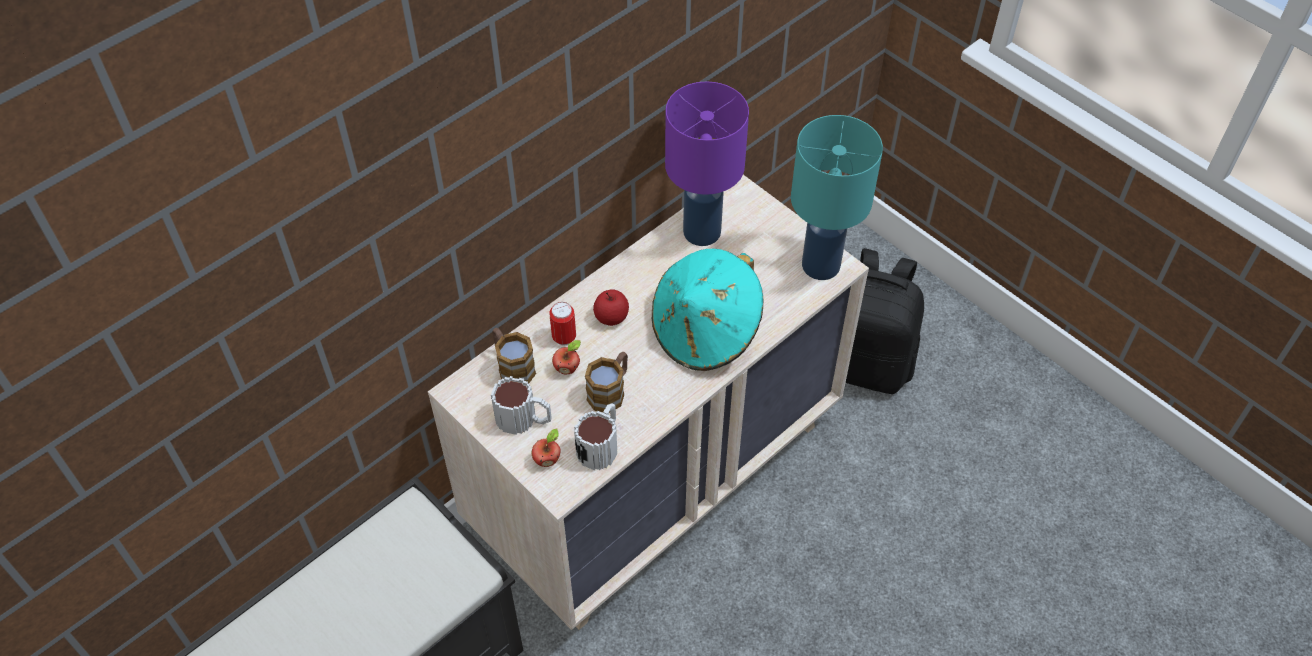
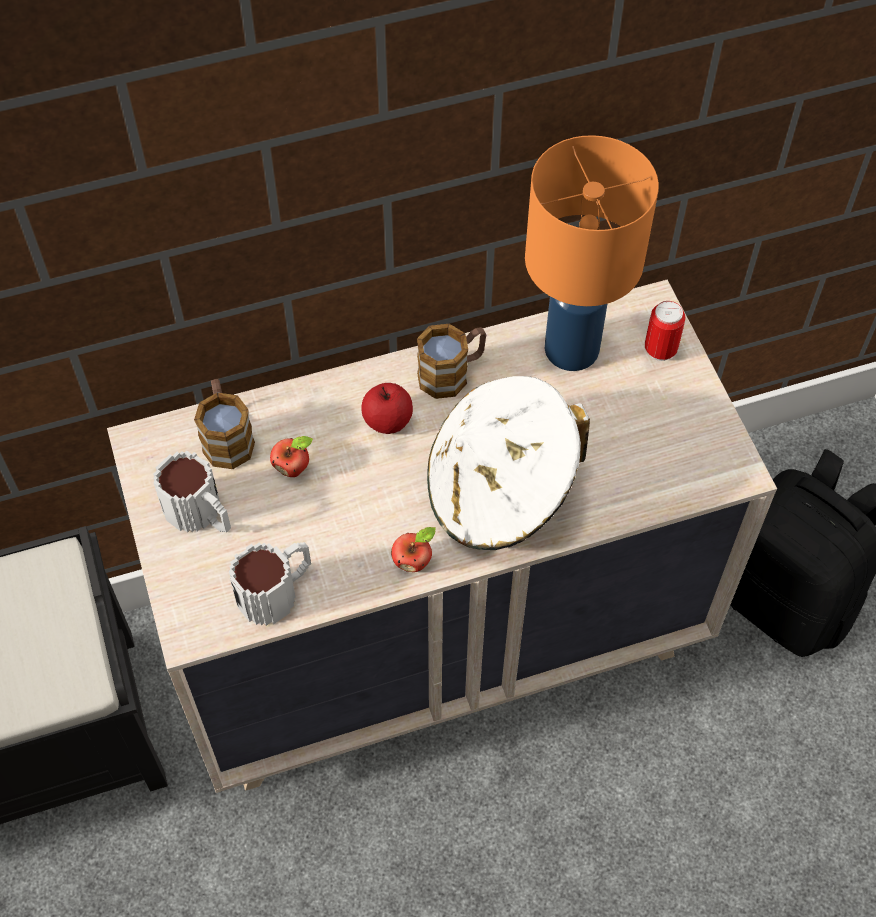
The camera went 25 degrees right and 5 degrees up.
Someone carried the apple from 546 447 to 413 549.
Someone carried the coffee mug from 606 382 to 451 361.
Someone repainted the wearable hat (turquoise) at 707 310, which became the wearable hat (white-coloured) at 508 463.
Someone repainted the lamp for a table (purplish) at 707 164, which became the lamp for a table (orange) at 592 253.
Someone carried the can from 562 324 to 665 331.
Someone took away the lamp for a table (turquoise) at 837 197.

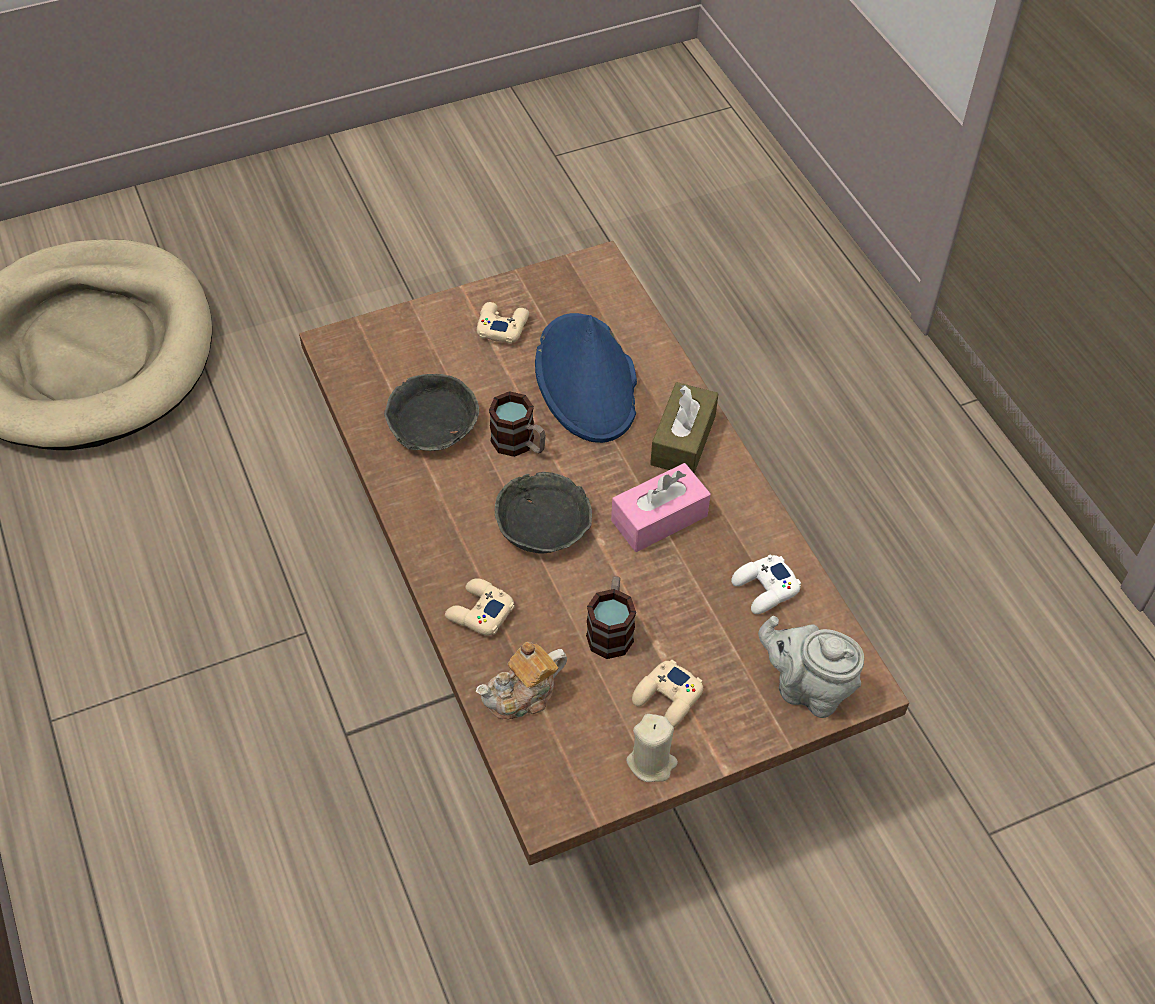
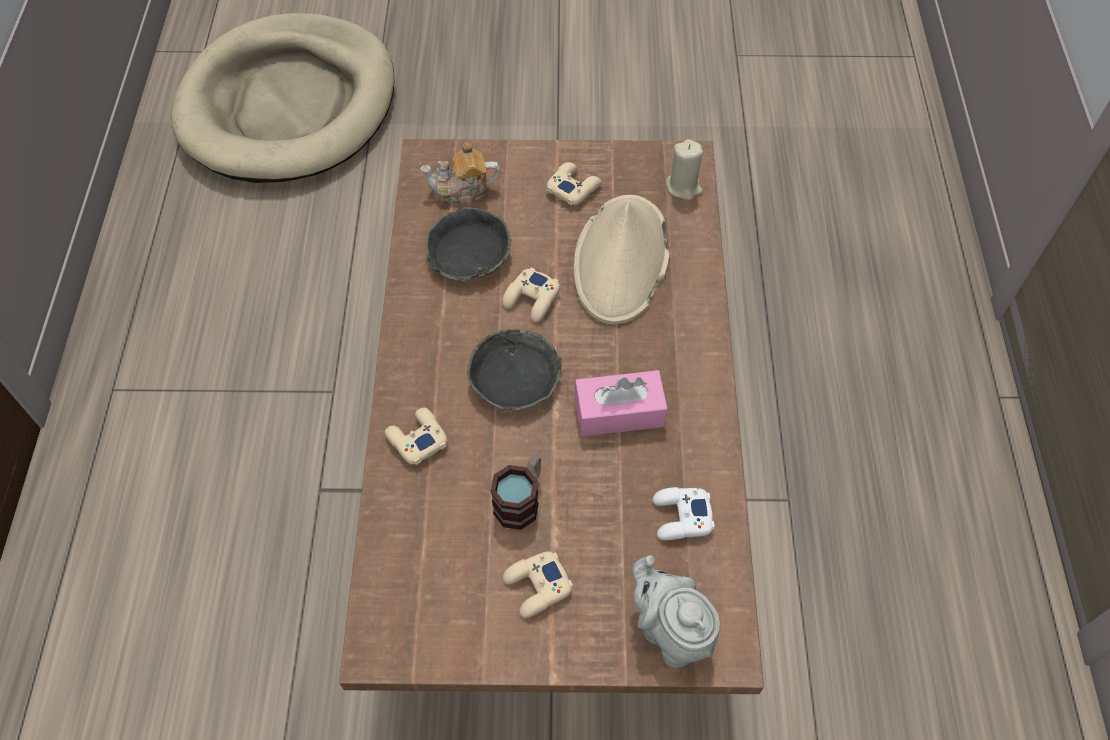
The camera went 25 degrees right and 5 degrees up.
Someone carried the teapot from 521 680 to 460 174.
Someone swapped the coffee mug at 517 424 for the joypad (beige-coloured) at 531 294.
Someone repainted the wearable hat (blue) at 586 378, which became the wearable hat (beige-coloured) at 621 259.
Someone carried the candle (beige-coloured) from 652 748 to 684 169.
Someone took away the tissue box (brown-coloured) at 684 428.

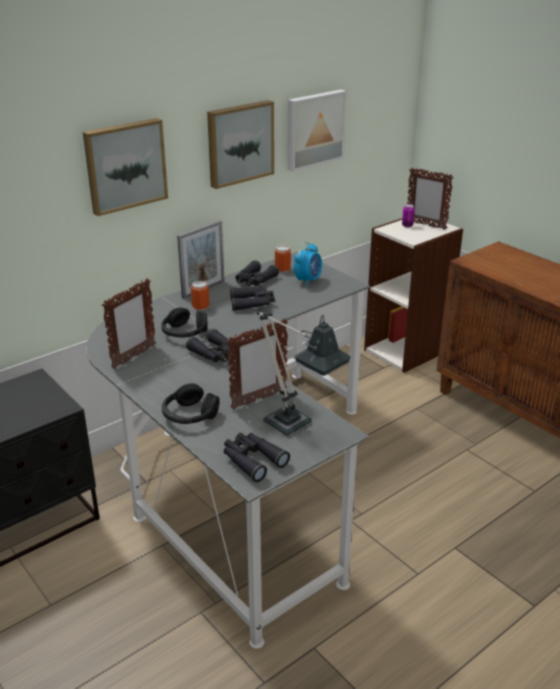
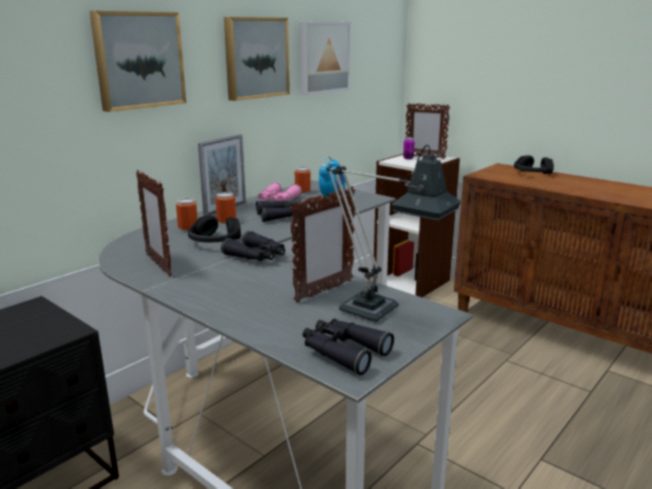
The camera went 10 degrees left and 10 degrees down.
Someone rotated the picture frame at 129 323 by 120 degrees clockwise.
Someone put down the can at 187 214.
Someone repainted the pair of binoculars (blackish) at 257 273, which became the pair of binoculars (pink-coloured) at 280 191.
Someone carried the headset (blackish) from 191 403 to 534 164.

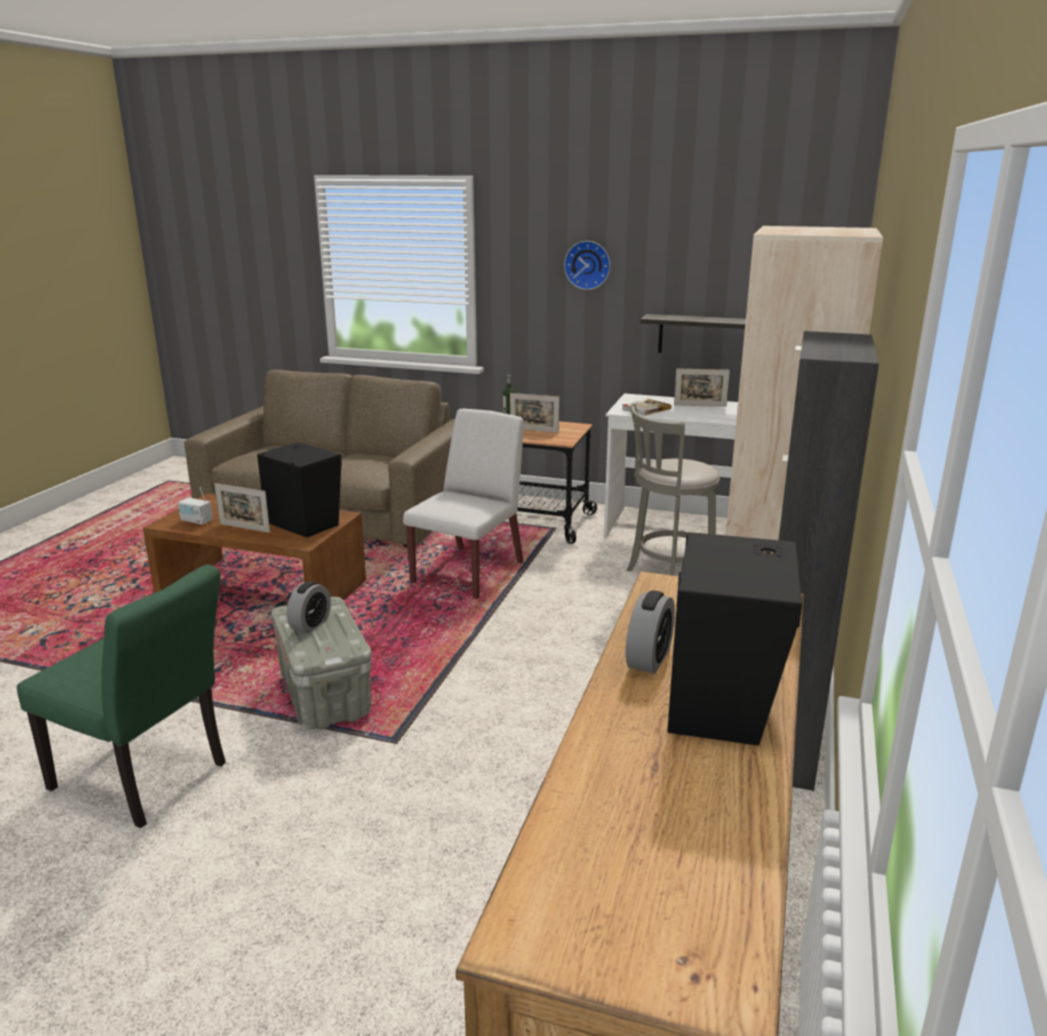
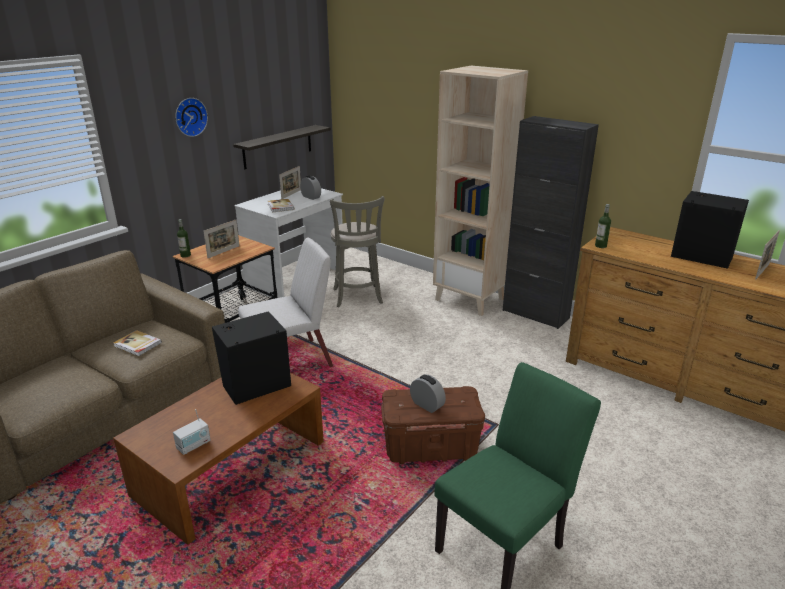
The camera went 70 degrees left and 5 degrees up.
Someone put down the bound book at 138 343.
Someone rotated the chair (white-coloured) at 463 504 by 105 degrees clockwise.
Someone carried the bedside clock from 650 632 to 310 188.
Someone repainted the storage container (greyish) at 321 663, which became the storage container (brown-coloured) at 433 425.
Someone put down the bottle at 603 226.
Someone carried the picture frame from 242 508 to 767 254.

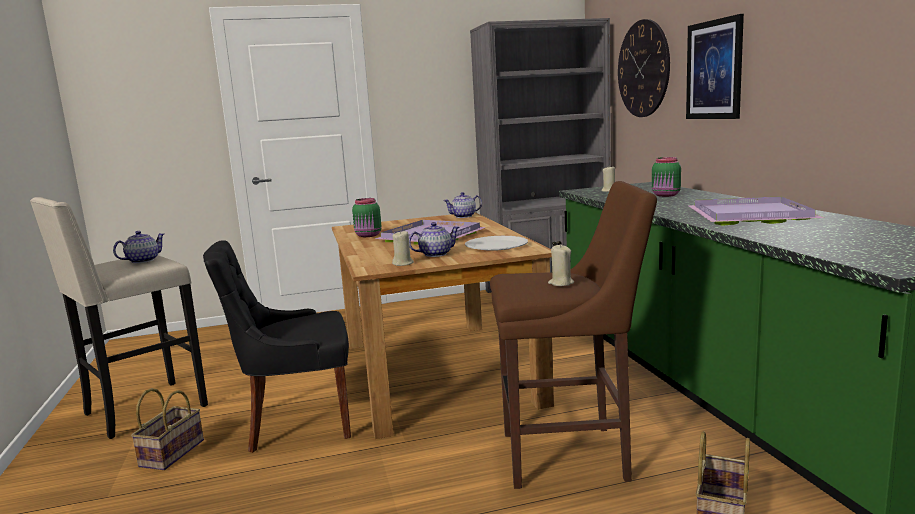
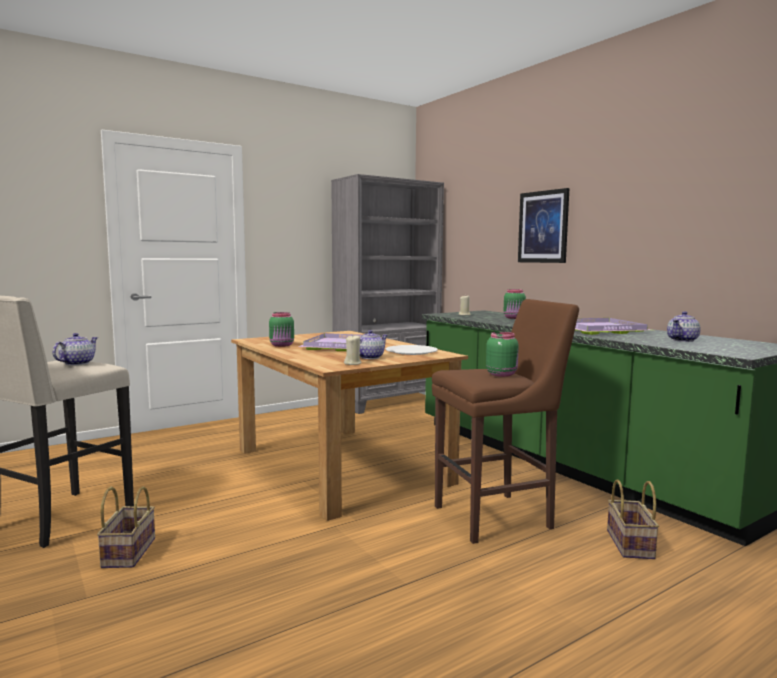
The camera went 20 degrees left and 5 degrees down.
Someone swapped the candle (beige-coloured) at 561 265 for the storage jar (green-coloured) at 502 354.
Someone carried the teapot from 462 205 to 684 326.
Someone took away the chair (blackish) at 277 346.
Someone took away the wall clock at 644 68.

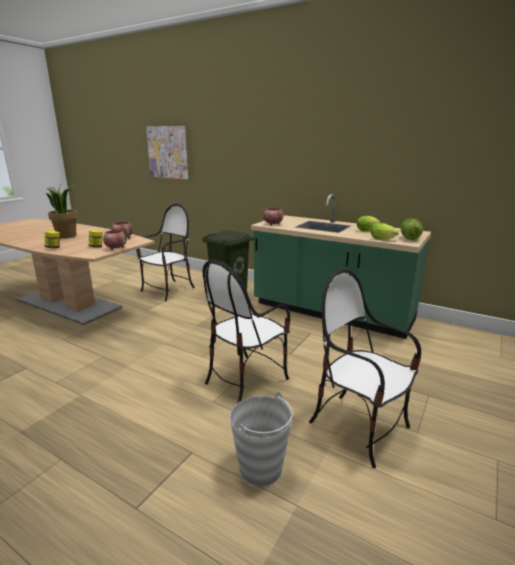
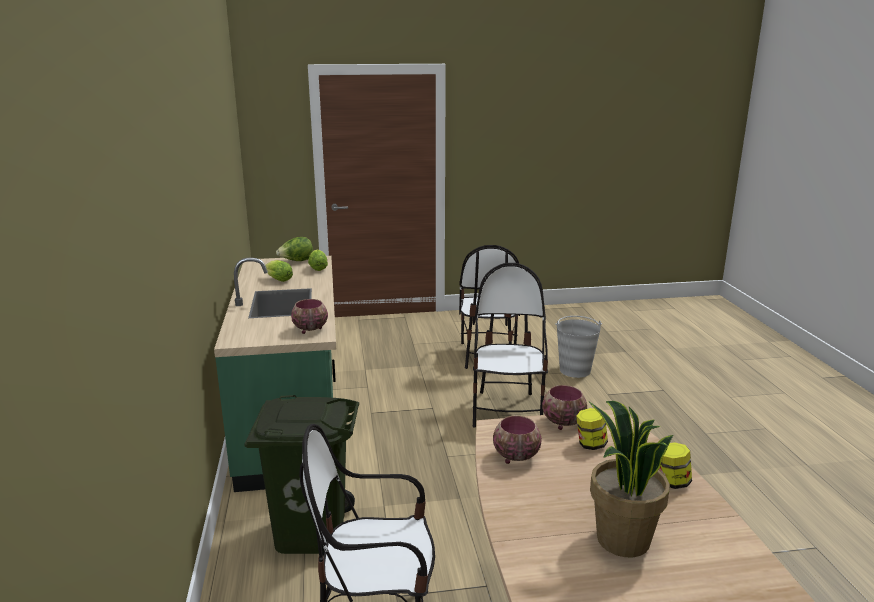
The camera went 130 degrees left and 0 degrees up.
Someone rotated the chair at 246 331 by 90 degrees counterclockwise.
Someone took away the picture at 167 152.

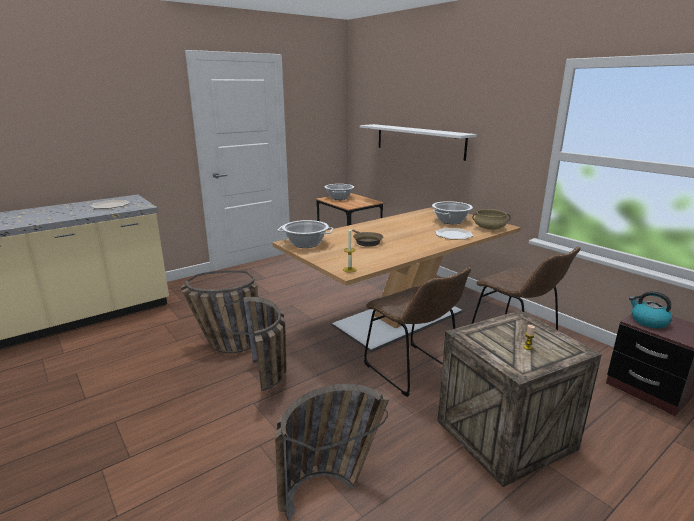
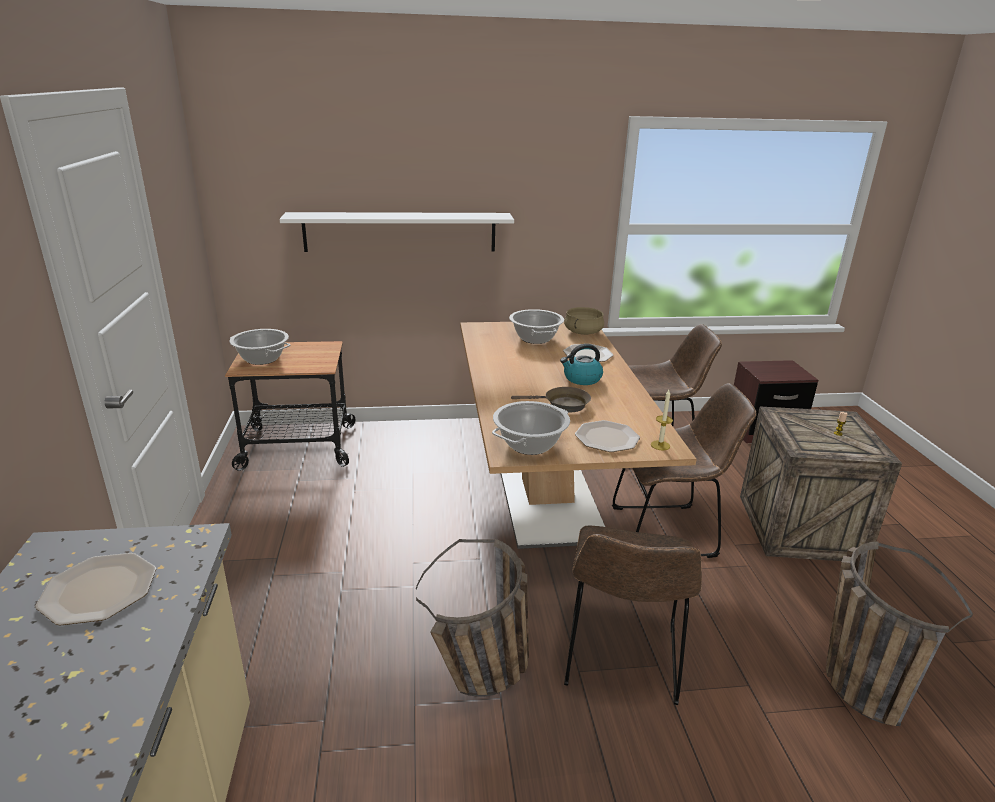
The camera went 60 degrees left and 5 degrees up.
Someone carried the tea kettle from 650 309 to 581 364.
Someone swapped the household basket at 254 344 for the chair (brown-coloured) at 633 615.
Someone put down the flat dish at 607 436.

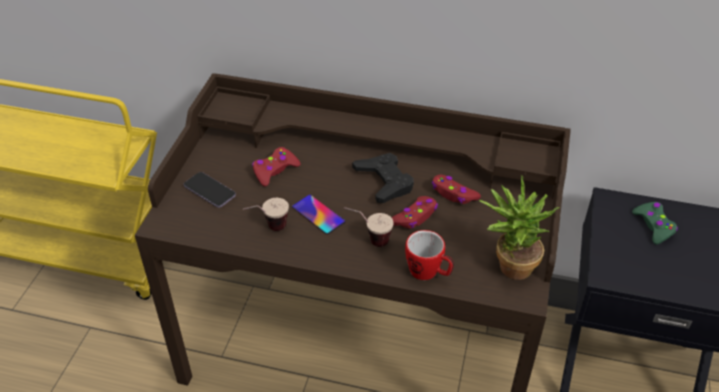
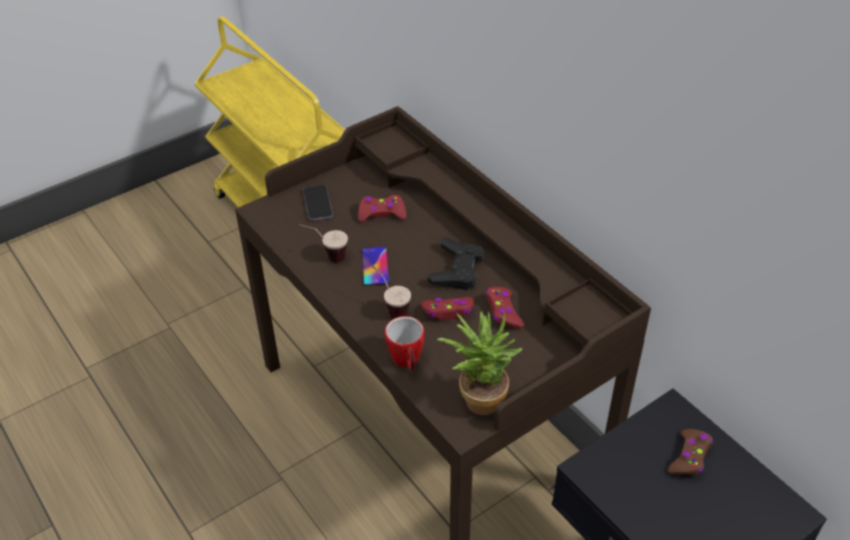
The camera went 40 degrees right and 0 degrees up.
Someone repainted the joypad (green-coloured) at 655 223, which became the joypad (brown-coloured) at 690 452.

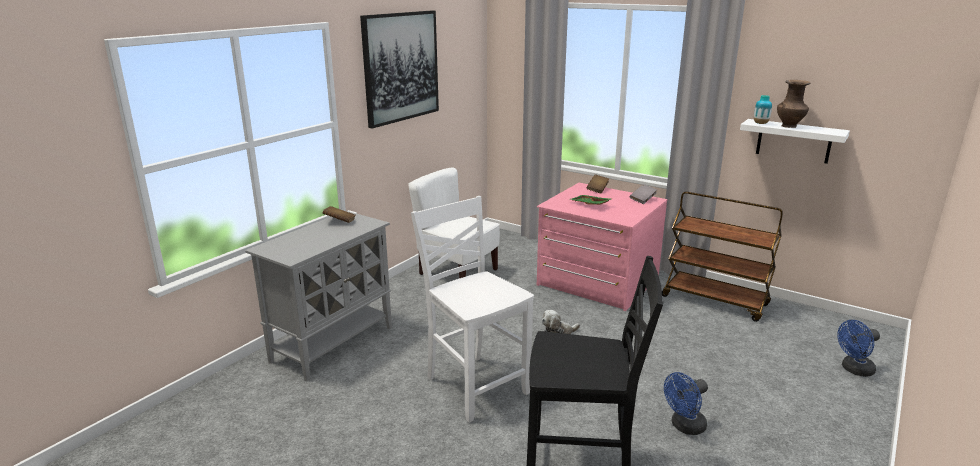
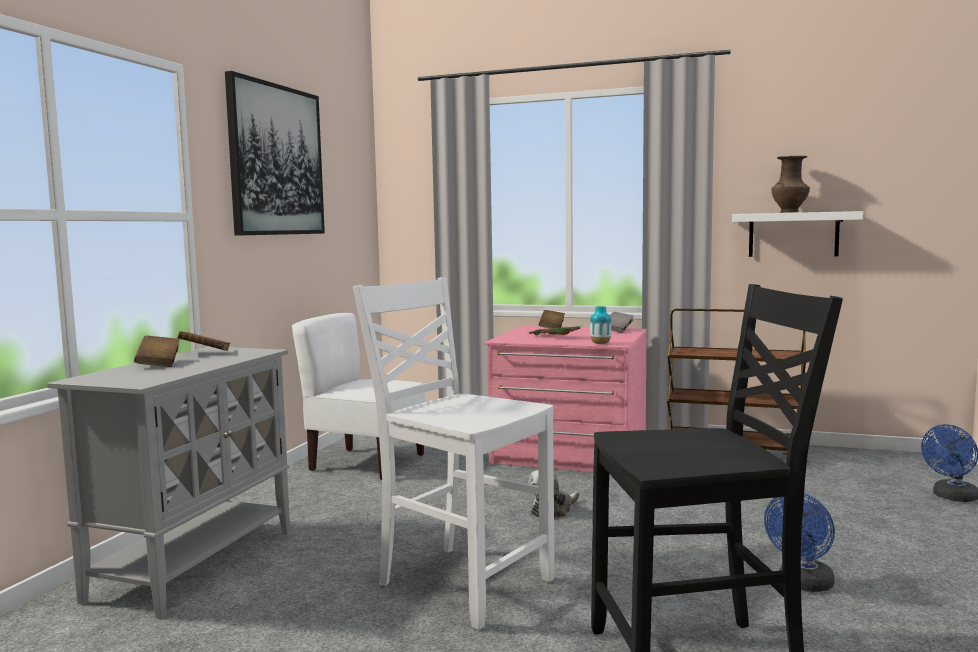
The camera went 15 degrees left and 15 degrees down.
Someone put down the bound book (brown-coloured) at 157 351.
Someone carried the decorative vase from 763 109 to 600 325.

